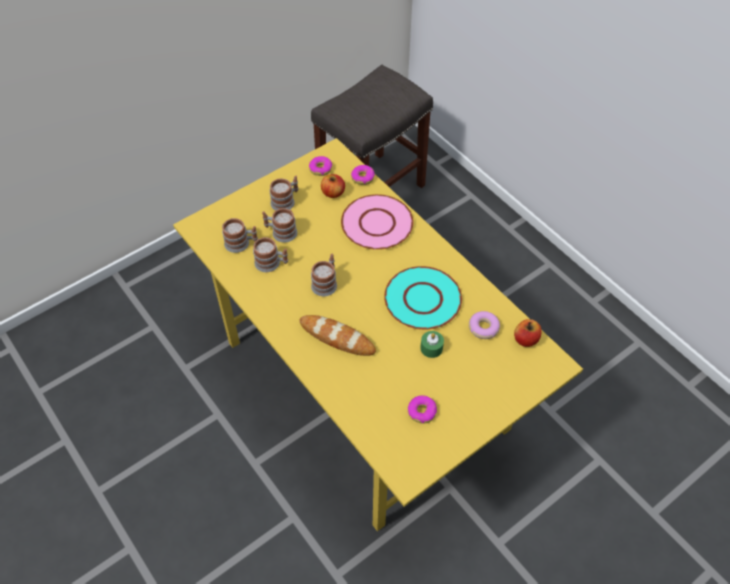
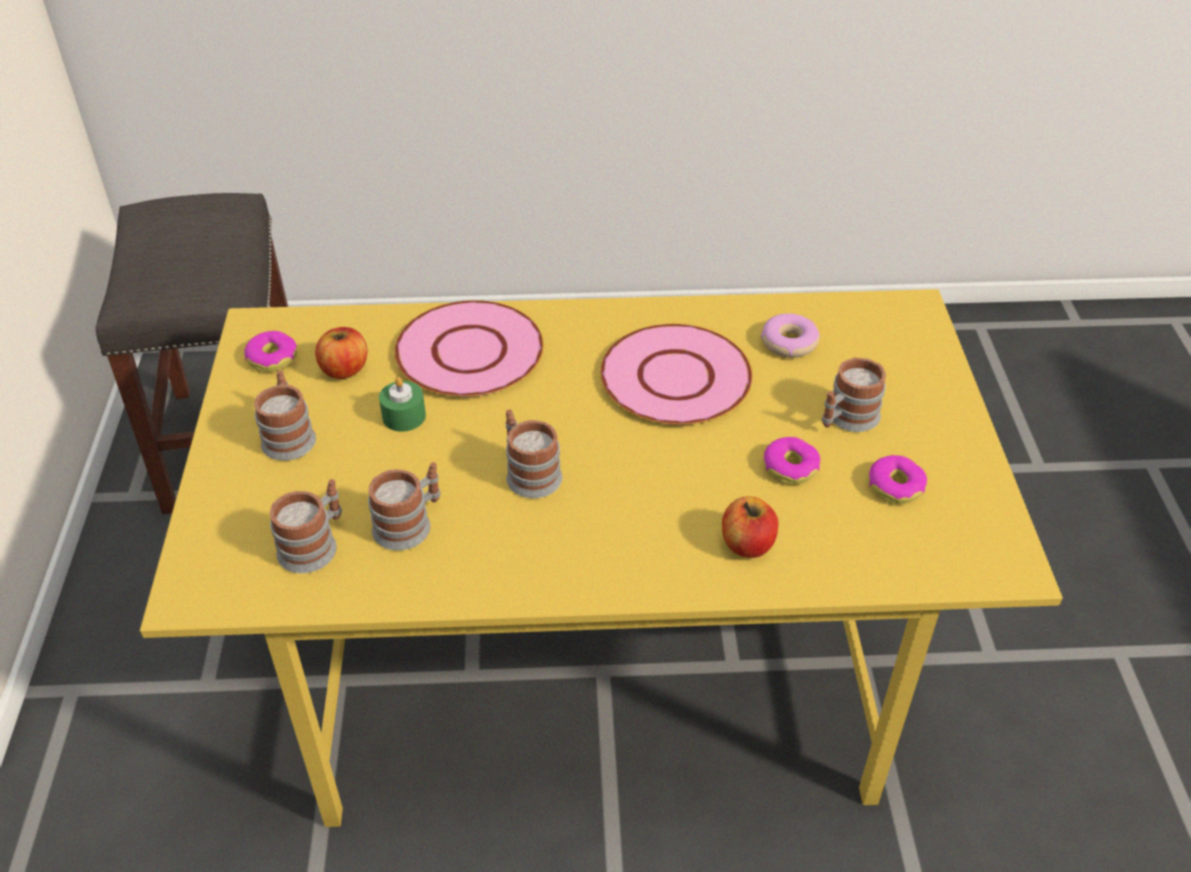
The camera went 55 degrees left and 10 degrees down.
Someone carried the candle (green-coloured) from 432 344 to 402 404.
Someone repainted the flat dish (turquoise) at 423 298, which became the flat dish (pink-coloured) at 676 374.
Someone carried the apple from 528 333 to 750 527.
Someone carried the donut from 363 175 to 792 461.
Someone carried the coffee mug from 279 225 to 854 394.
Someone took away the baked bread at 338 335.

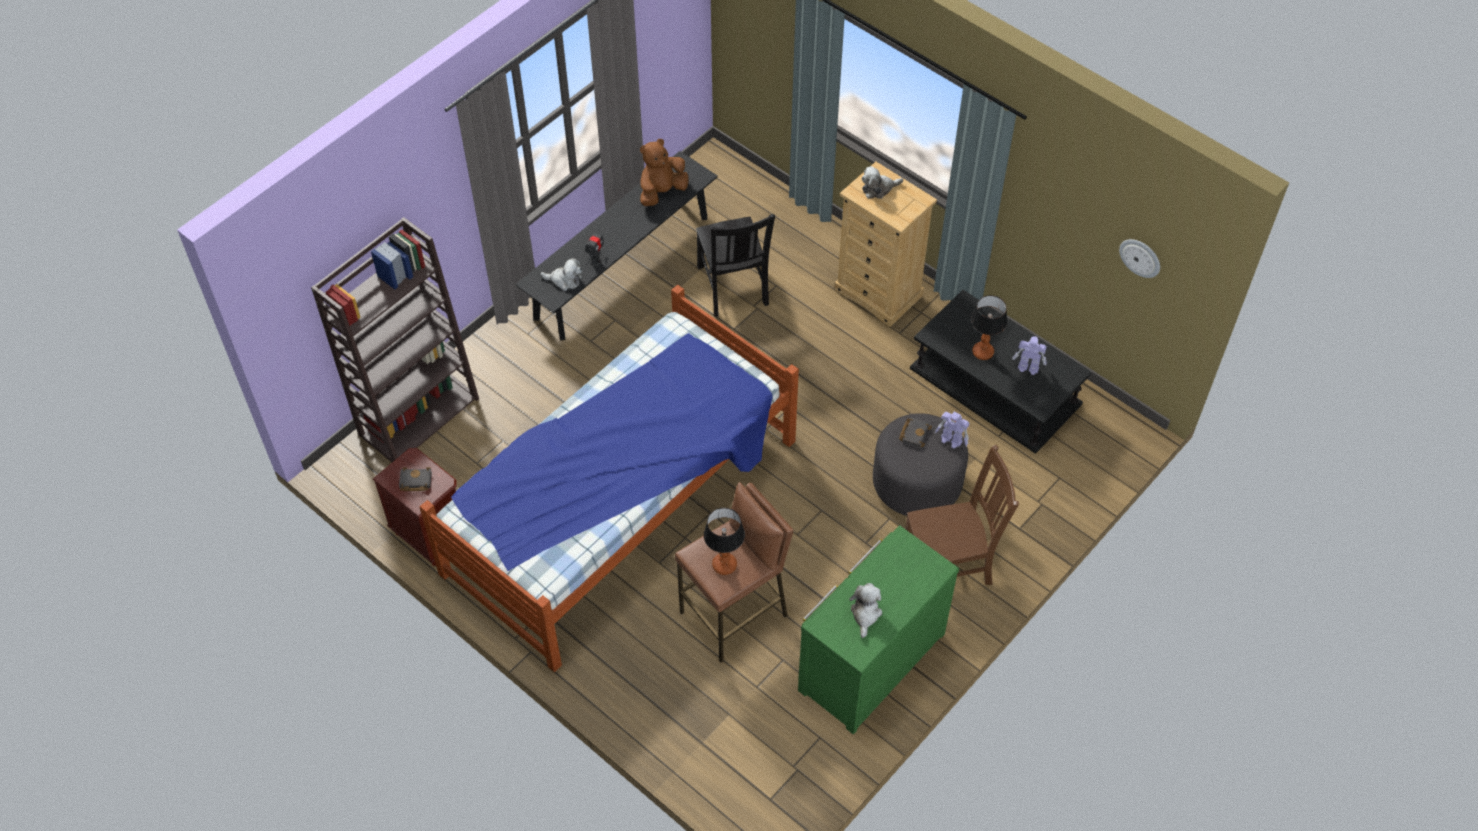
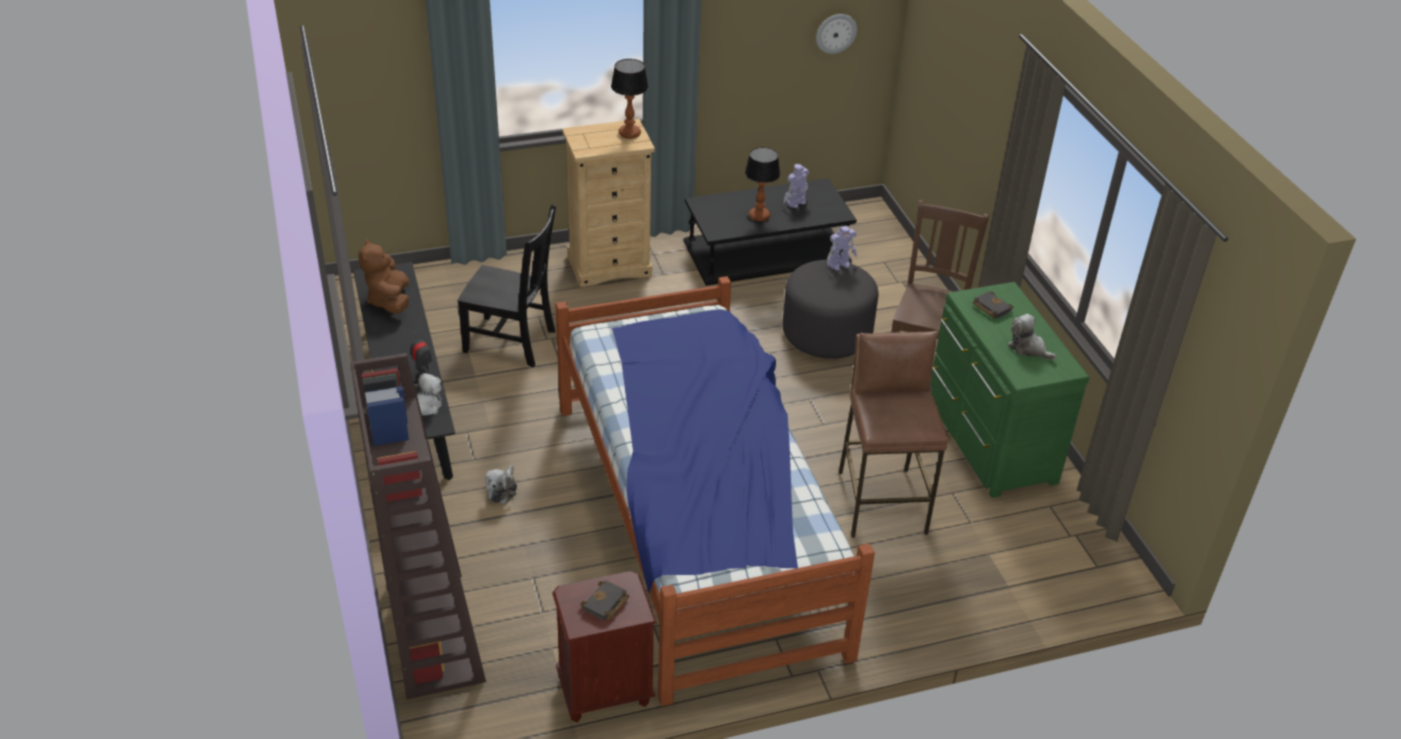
The camera went 60 degrees left and 15 degrees down.
Someone carried the soft toy from 882 182 to 501 484.
Someone carried the lamp for a table from 724 541 to 629 99.
Someone carried the bound book (blackish) from 915 433 to 993 305.

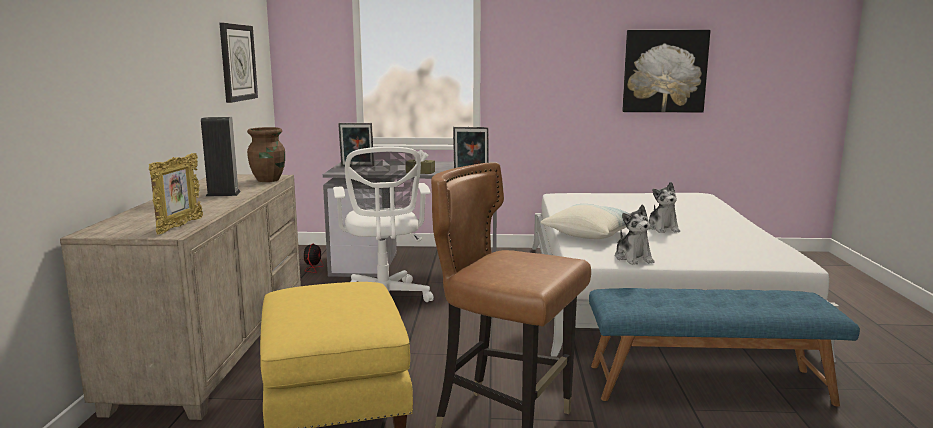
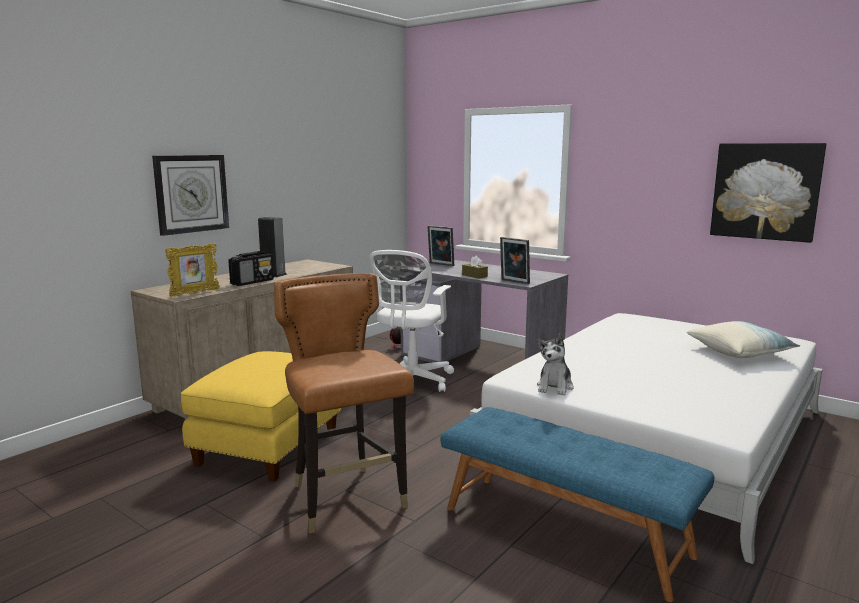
The camera went 35 degrees right and 0 degrees up.
Someone carried the wall clock from 238 63 to 190 195.
Someone put down the radio set at 251 268.
Someone carried the pillow from 585 221 to 743 339.
Someone took away the decorative vase (brown-coloured) at 266 154.
Someone took away the soft toy at 664 207.

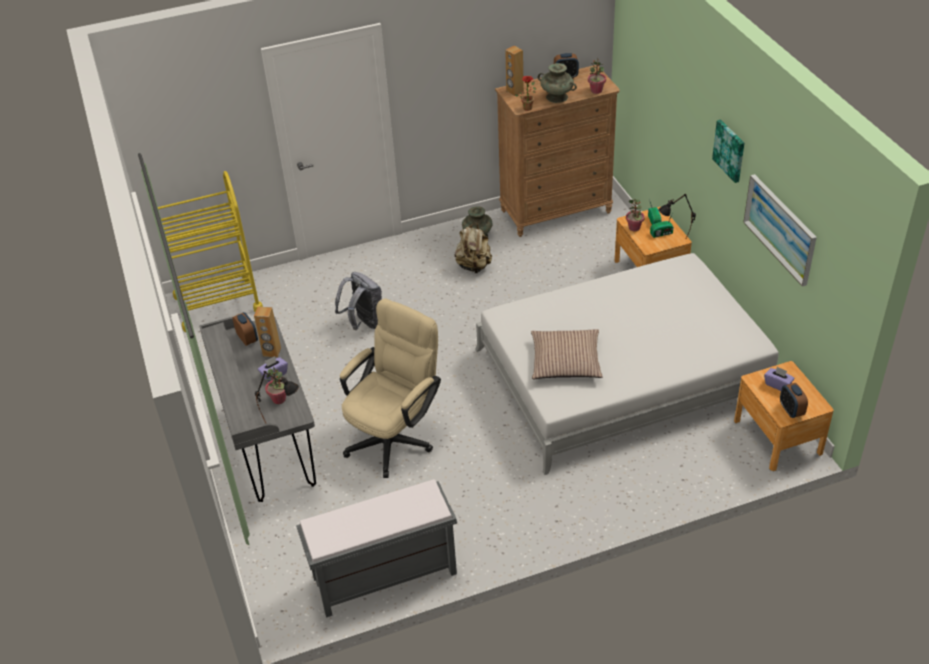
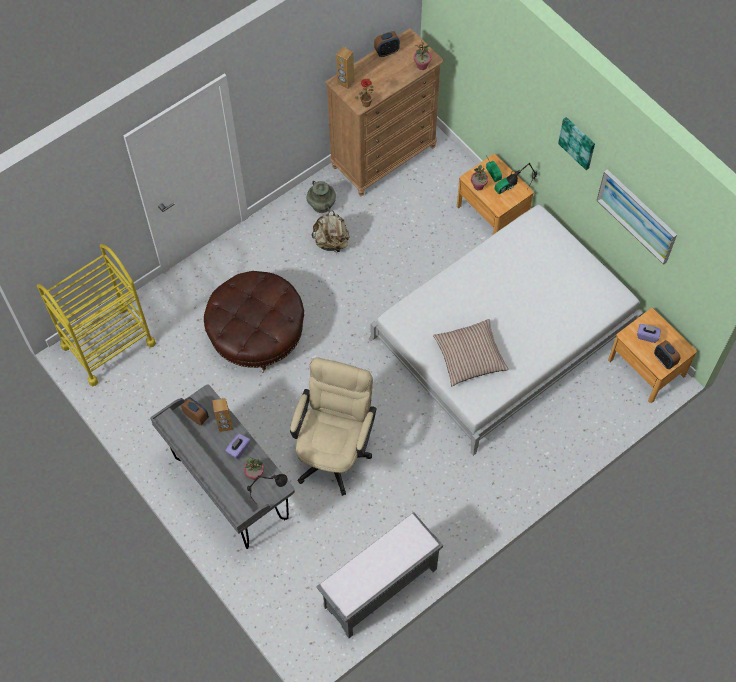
The camera went 20 degrees left and 20 degrees up.
Someone swapped the rucksack (greyish) at 358 301 for the ottoman (brown-coloured) at 254 321.
Someone took away the decorative vase (turquoise) at 557 83.

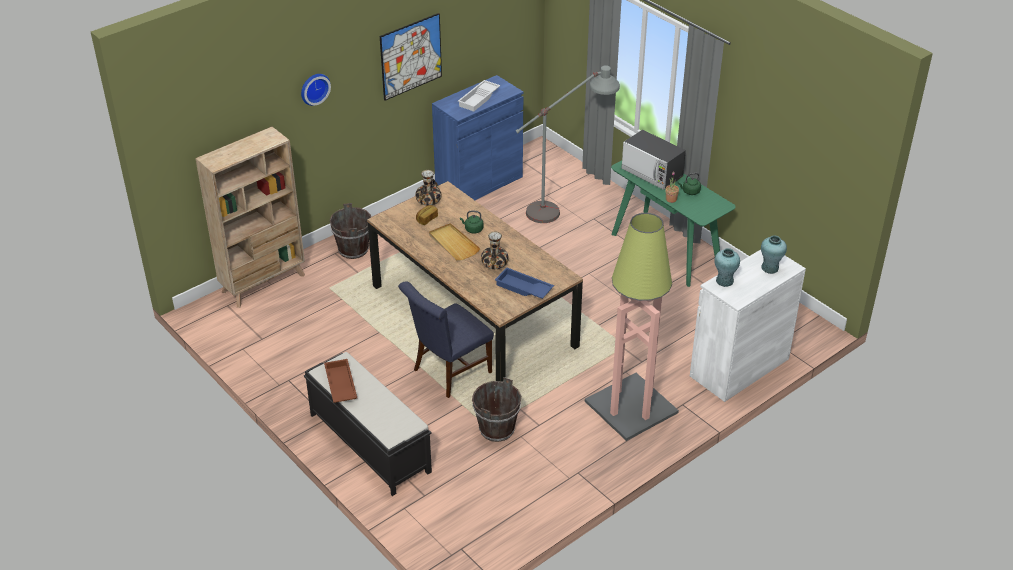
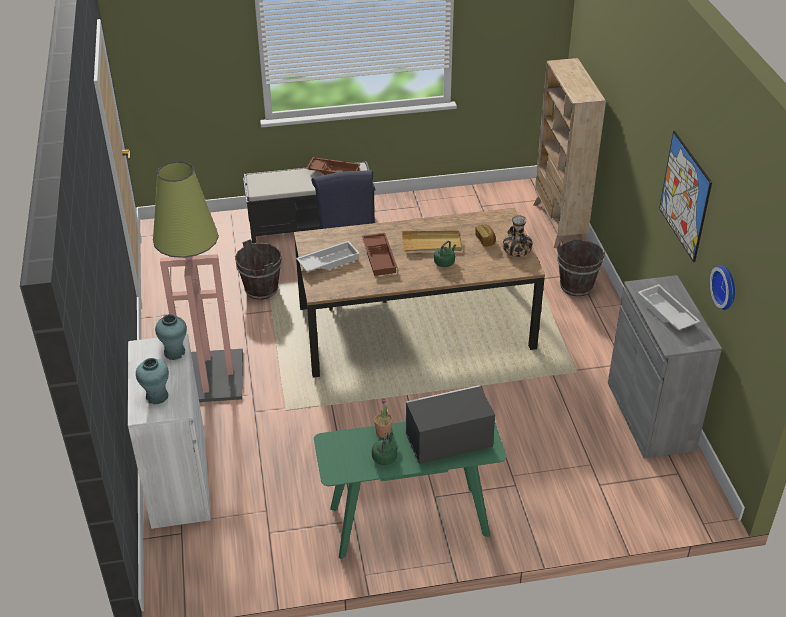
The camera went 120 degrees right and 0 degrees up.
Someone repainted the carrying tray (blue) at 524 283, which became the carrying tray (white-coloured) at 328 256.
Someone swapped the decorative vase at 495 250 for the carrying tray (brown-coloured) at 379 254.
Someone repainted the cupboard (blue) at 477 137, which became the cupboard (greyish) at 665 366.
Someone carried the wall clock from 316 90 to 722 287.
Someone took away the standard lamp (greyish) at 568 144.

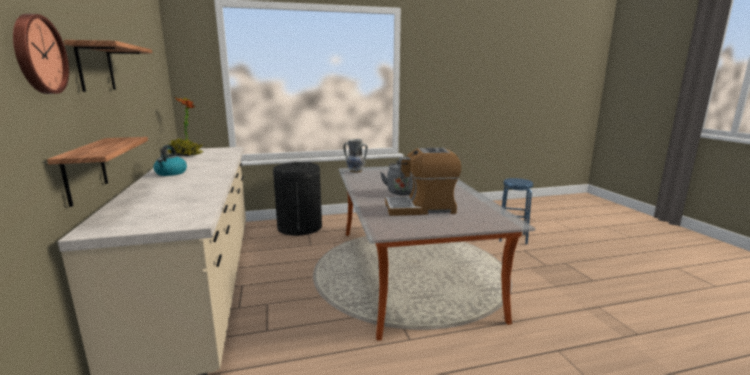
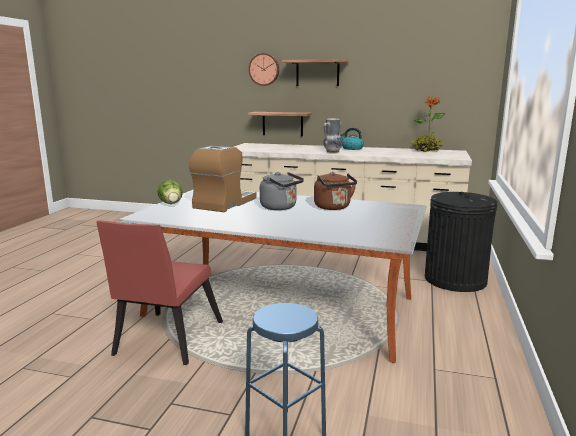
The camera went 120 degrees right and 0 degrees up.
Someone put down the chair (red) at 159 292.
Someone put down the lettuce at 170 192.
Someone put down the tea kettle (brown-coloured) at 335 191.
Someone carried the decorative vase from 355 156 to 333 135.

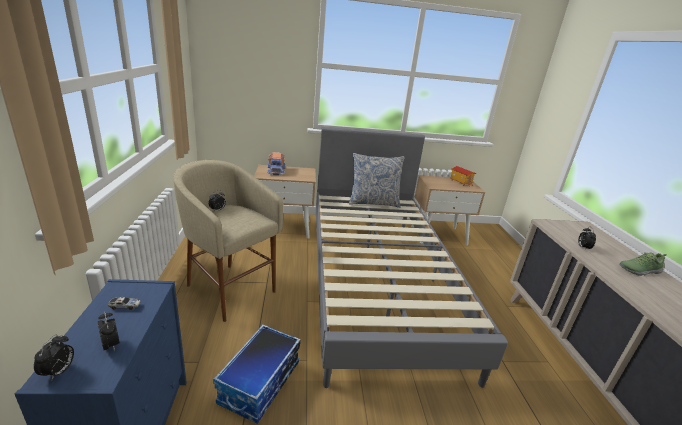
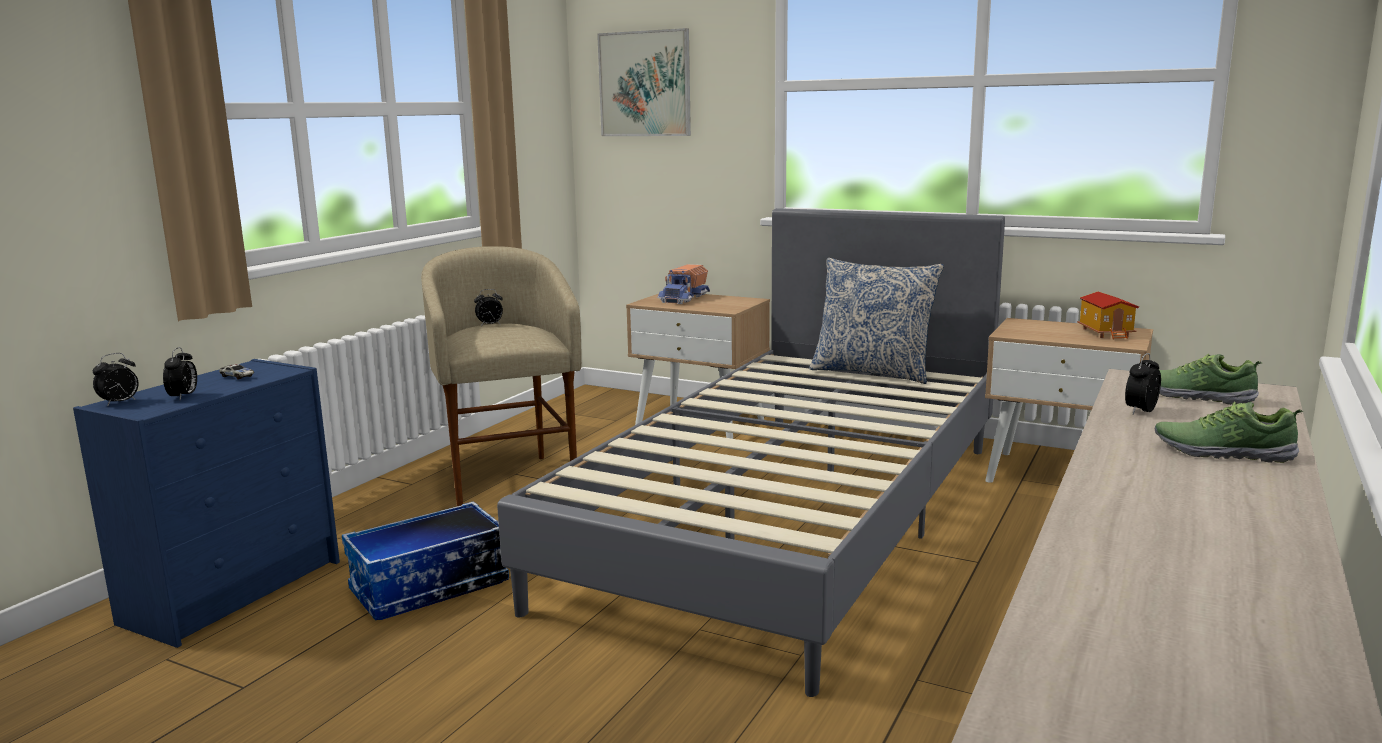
The camera went 35 degrees right and 10 degrees down.
Someone put up the picture at 644 82.
Someone put down the shoe at 1211 379.

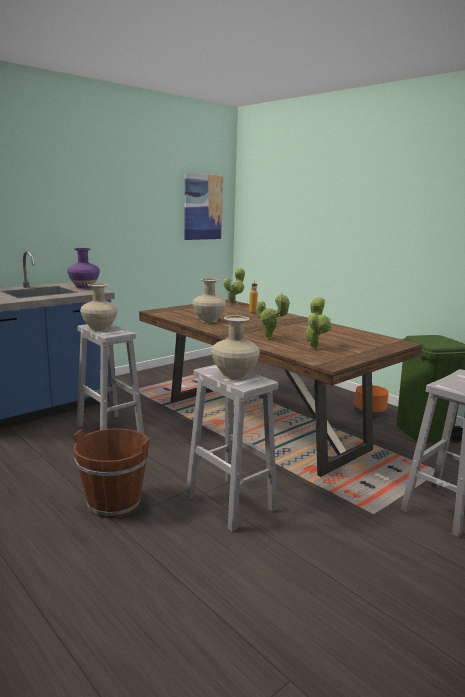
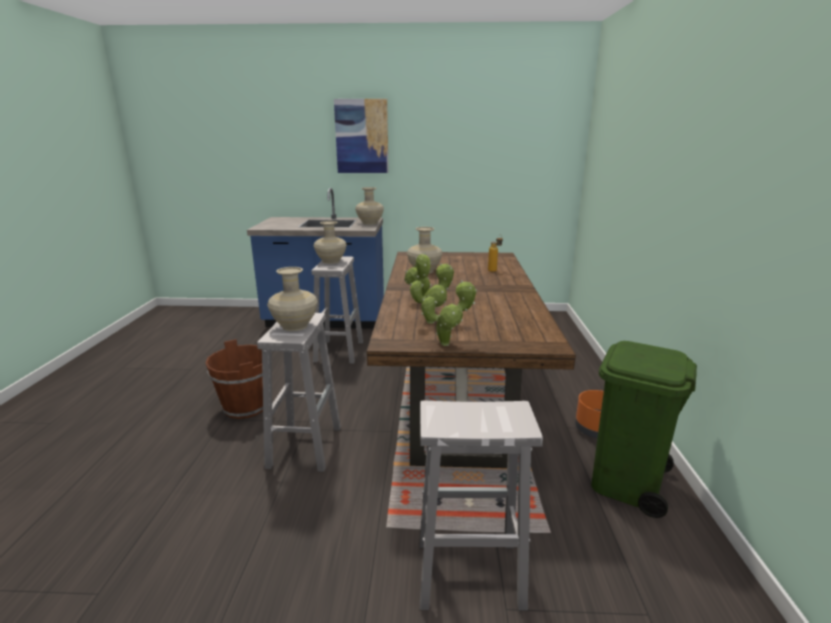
The camera went 45 degrees right and 5 degrees up.
Someone carried the picture from 203 206 to 361 136.
Someone repainted the decorative vase (purplish) at 83 268, which became the decorative vase (beige-coloured) at 369 206.
Someone carried the plant in a pot from 234 286 to 449 313.

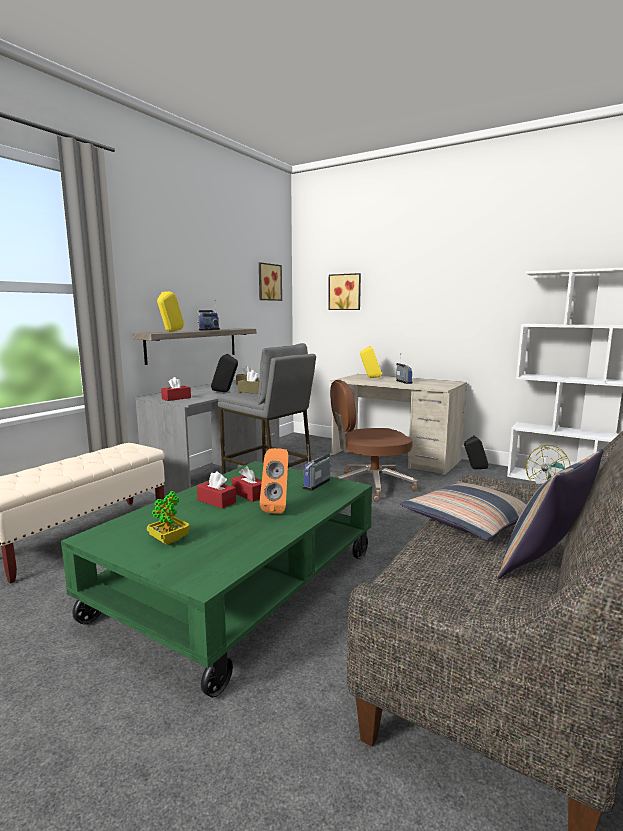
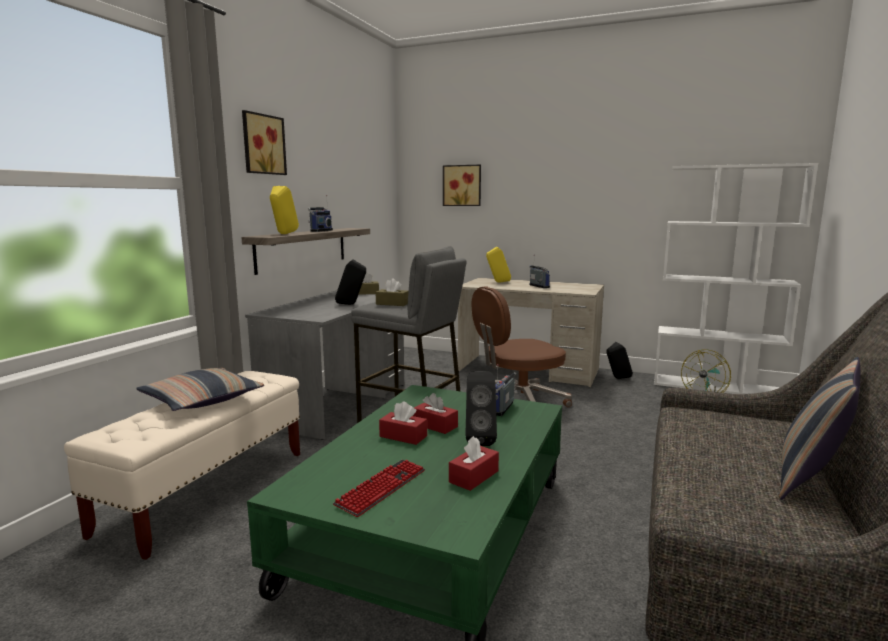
The camera went 10 degrees left and 0 degrees up.
Someone carried the pillow from 464 510 to 200 389.
Someone carried the picture from 270 281 to 264 142.
Someone swapped the plant in a pot at 168 518 for the PC keyboard at 379 488.
Someone carried the tissue box (red) from 176 389 to 474 463.
Someone repainted the speaker (orange) at 274 481, which became the speaker (blackish) at 481 408.

